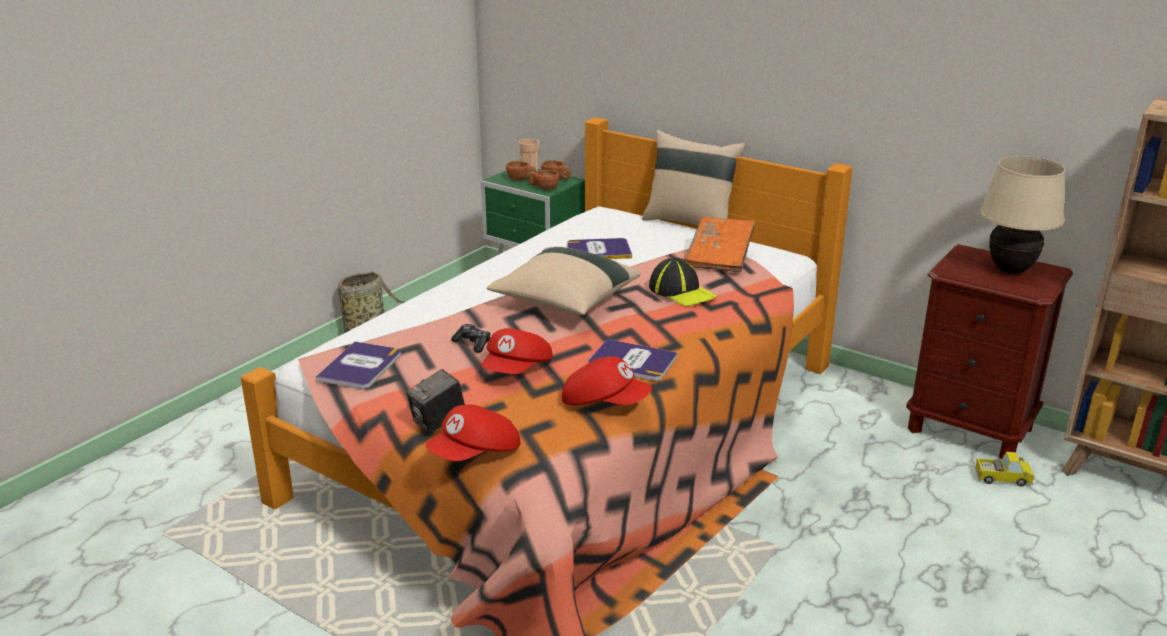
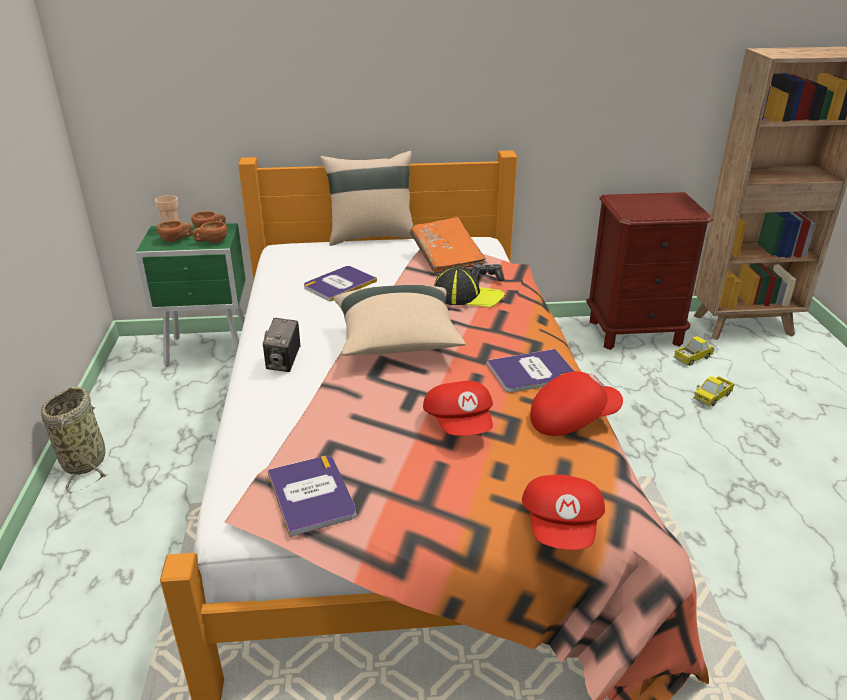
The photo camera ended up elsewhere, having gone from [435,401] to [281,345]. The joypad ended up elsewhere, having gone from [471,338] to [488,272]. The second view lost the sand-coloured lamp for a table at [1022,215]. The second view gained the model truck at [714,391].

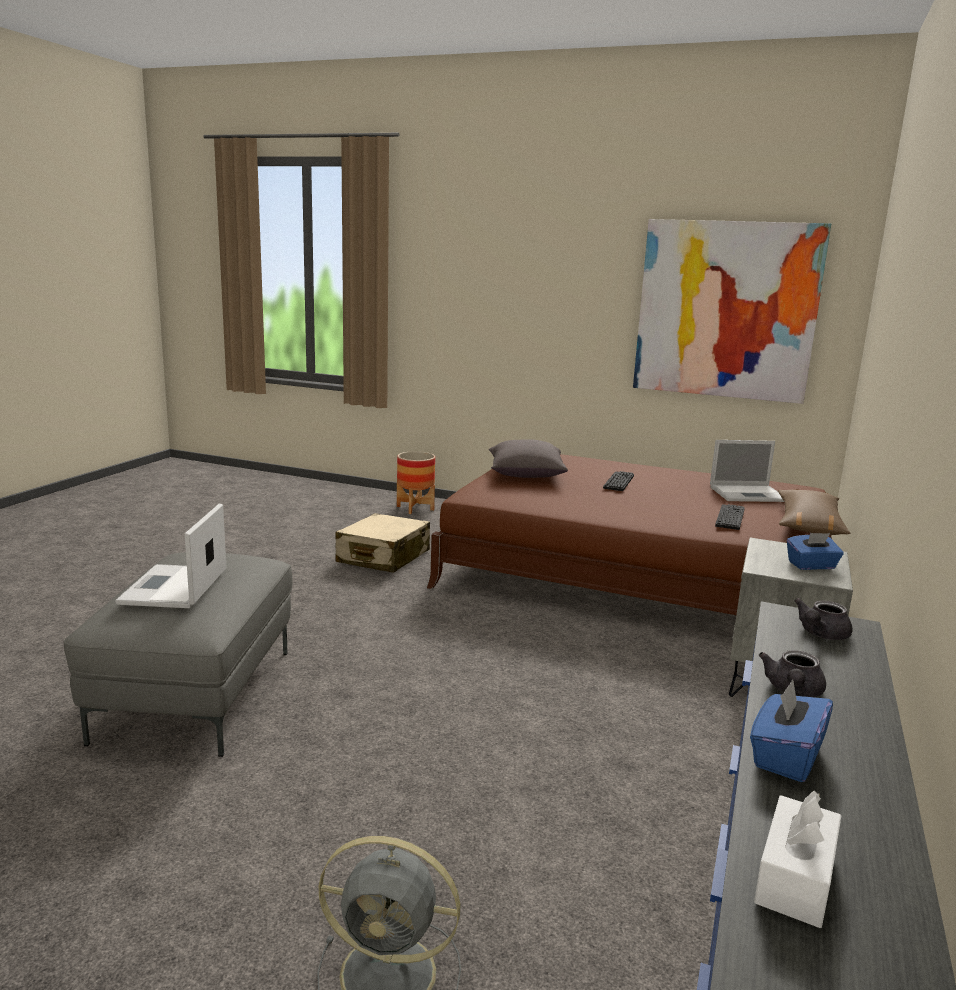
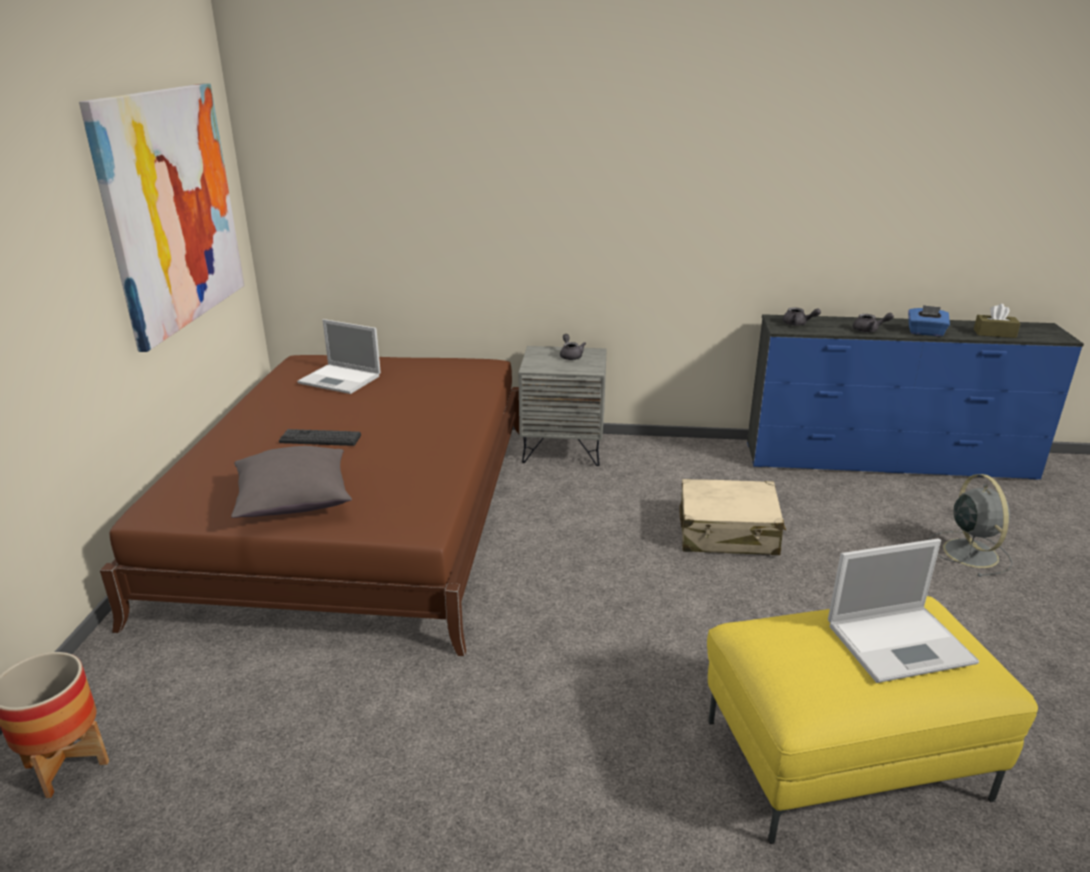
What was the greyish ottoman at [178,654] turned into the yellowish ottoman at [872,720]. The sand-coloured travel case ended up elsewhere, having gone from [382,543] to [732,517]. The laptop at [747,471] ended up facing another way, 135 degrees clockwise from before. The second view lost the computer keyboard at [730,517]. What was the white box of tissues at [797,859] turned into the brown box of tissues at [997,321]. The second view lost the brown throw pillow at [814,512]. Where the blue-coloured box of tissues stood at [815,551], the greyish tea pot came to stand at [573,347].

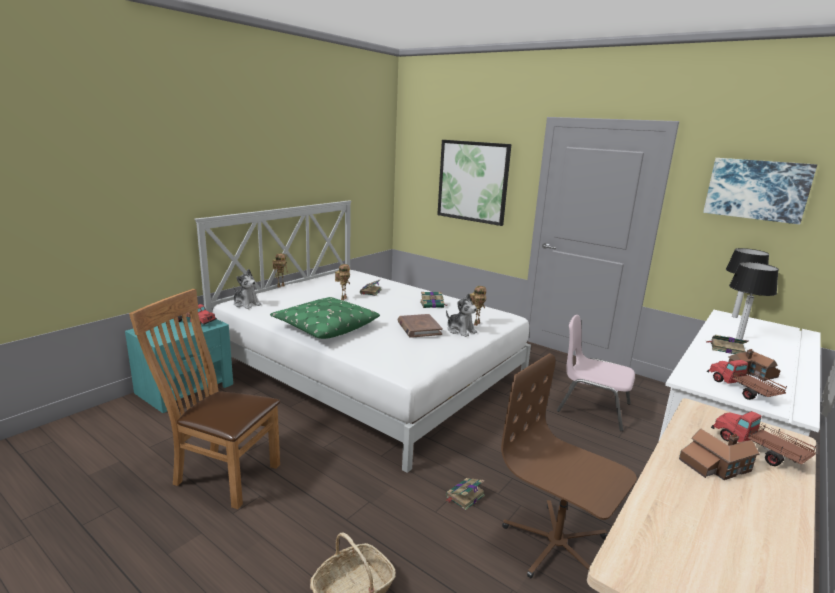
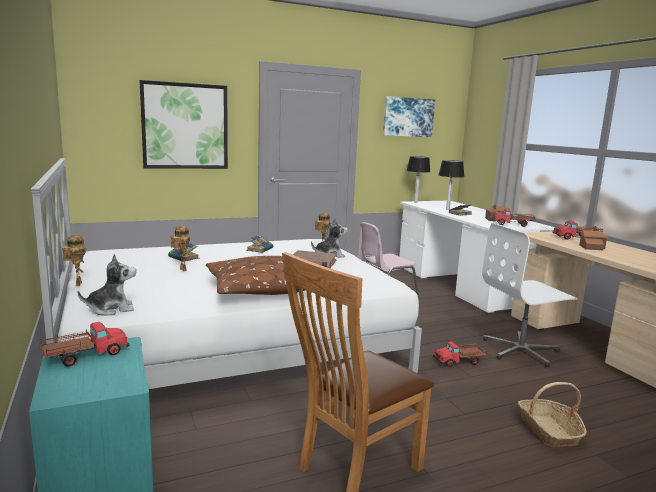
What was the green-coloured throw pillow at [325,318] turned into the brown throw pillow at [255,275]. Where the book stood at [465,494], the model truck came to stand at [460,354]. What was the brown desk chair at [569,466] turned into the white desk chair at [530,295].

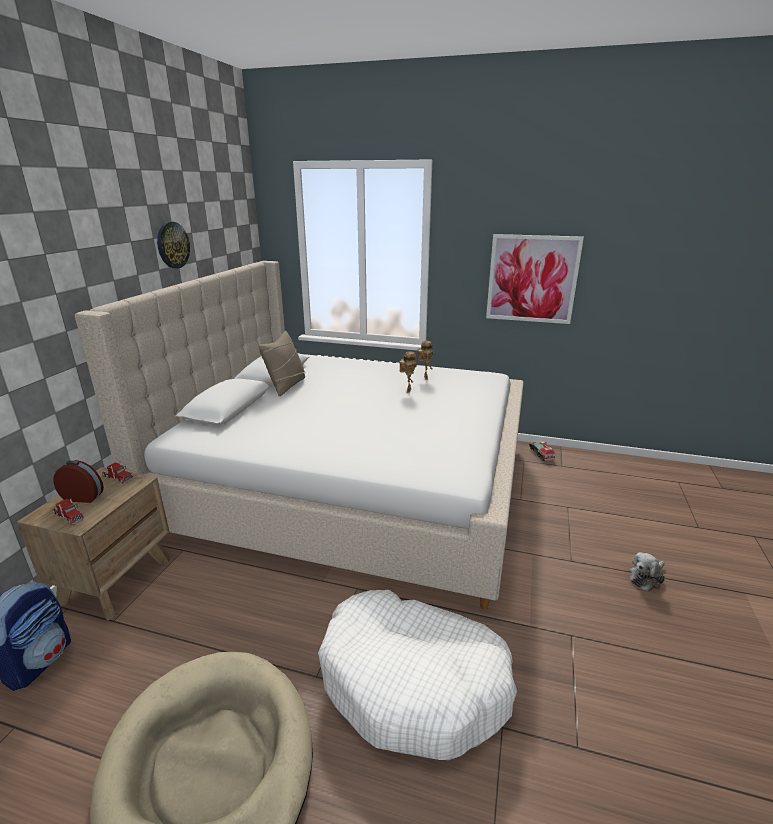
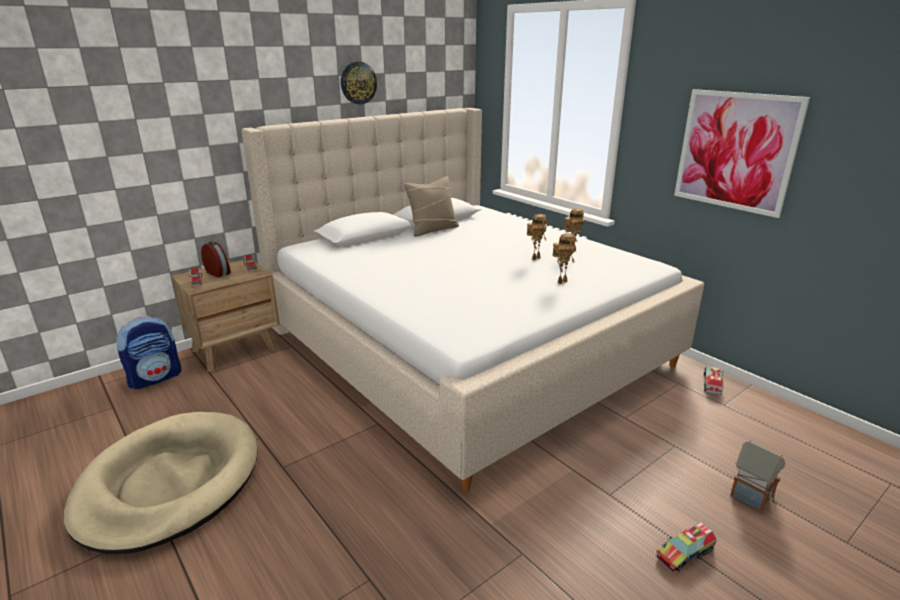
The second view lost the white dog cushion at [417,675]. Where the cuddly toy stood at [647,572], the model truck came to stand at [686,547]. The second view gained the model robot at [563,258]. The second view gained the miniature house at [758,477].

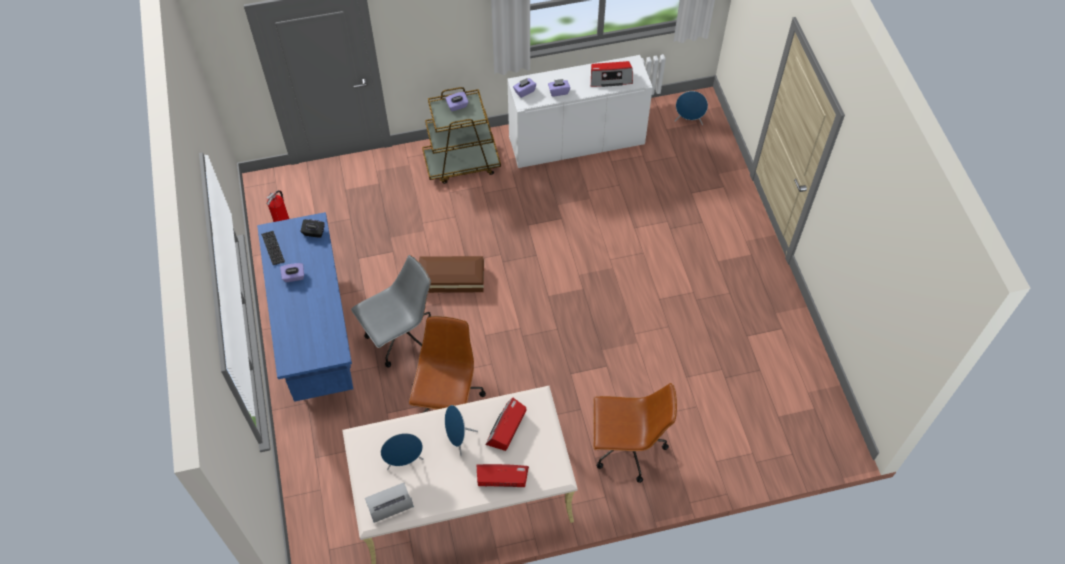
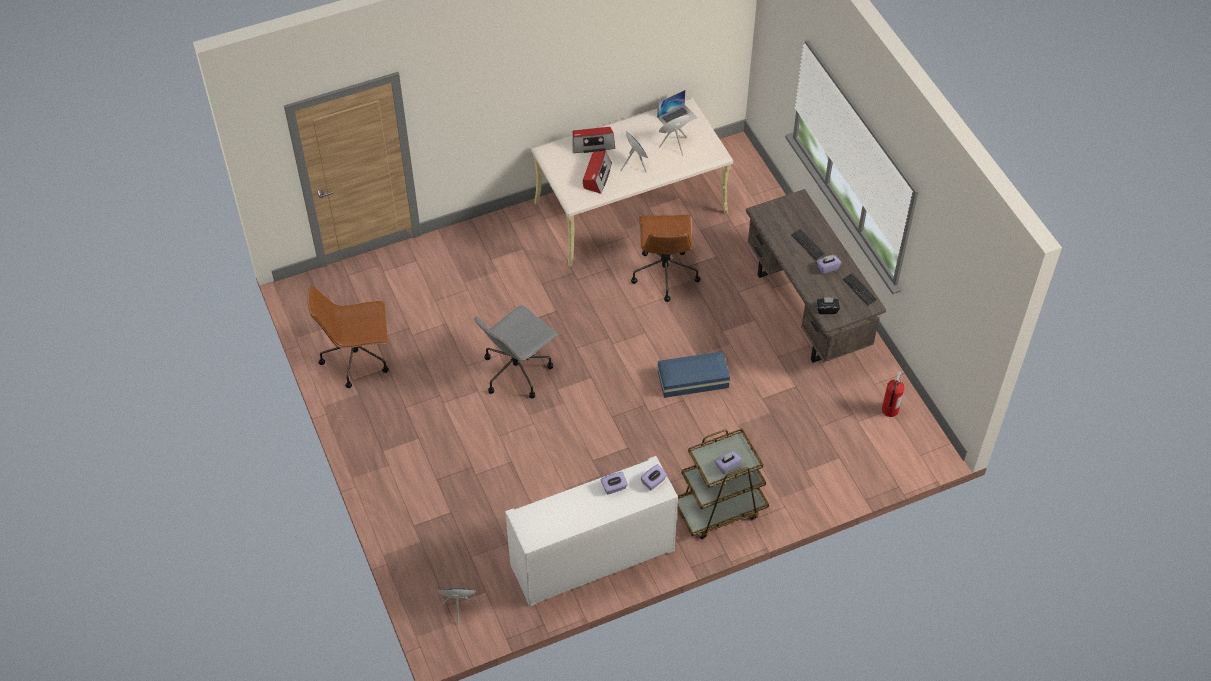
What was the blue-coloured desk at [305,307] turned into the brown desk at [816,276]. The greyish desk chair ended up elsewhere, having gone from [391,311] to [516,352]. What was the brown storage bin at [451,274] turned into the blue-coloured storage bin at [693,374]. The second view lost the radio at [612,74]. The brown desk chair ended up elsewhere, having gone from [635,433] to [348,336]. The second view gained the computer keyboard at [808,244].

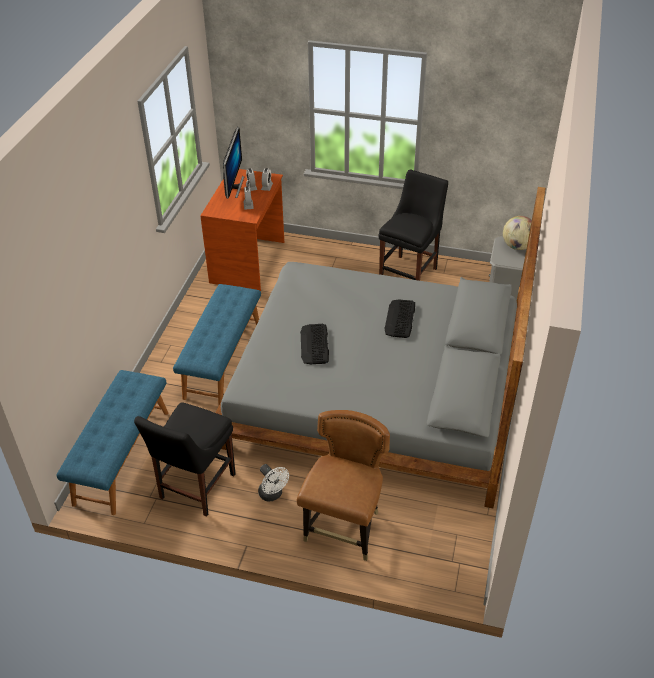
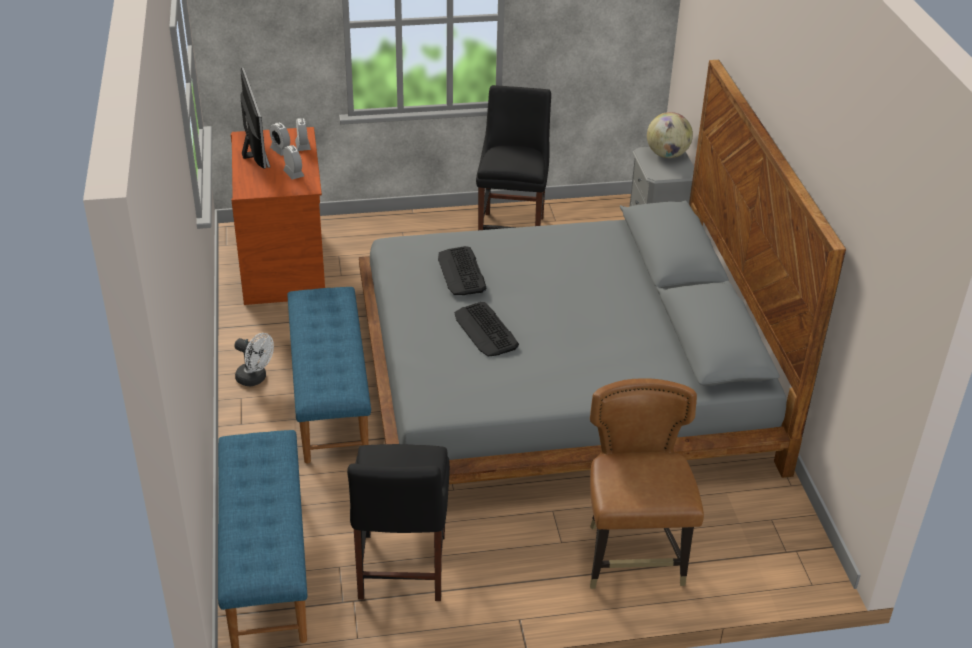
The white fan ended up elsewhere, having gone from [273,482] to [254,359]. The computer keyboard ended up elsewhere, having gone from [399,318] to [462,270].

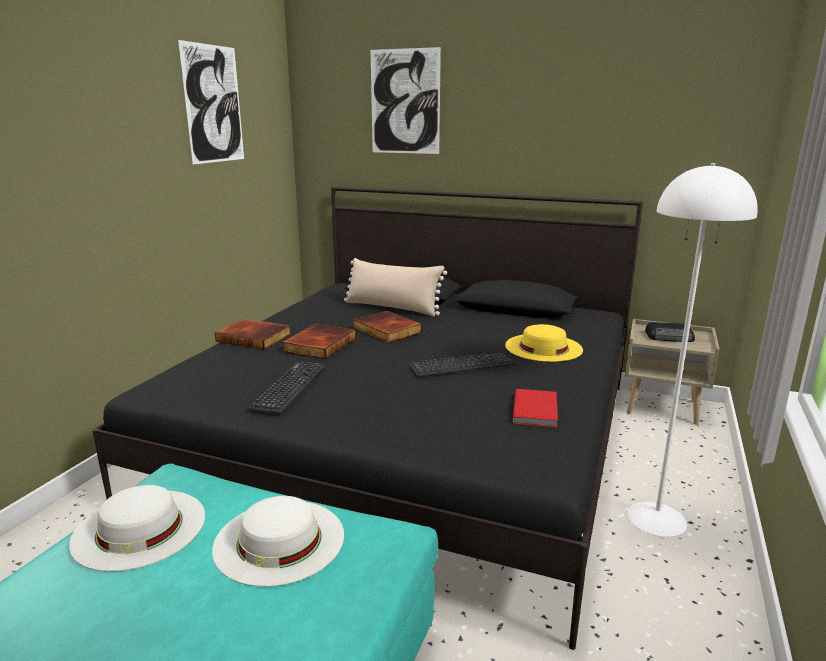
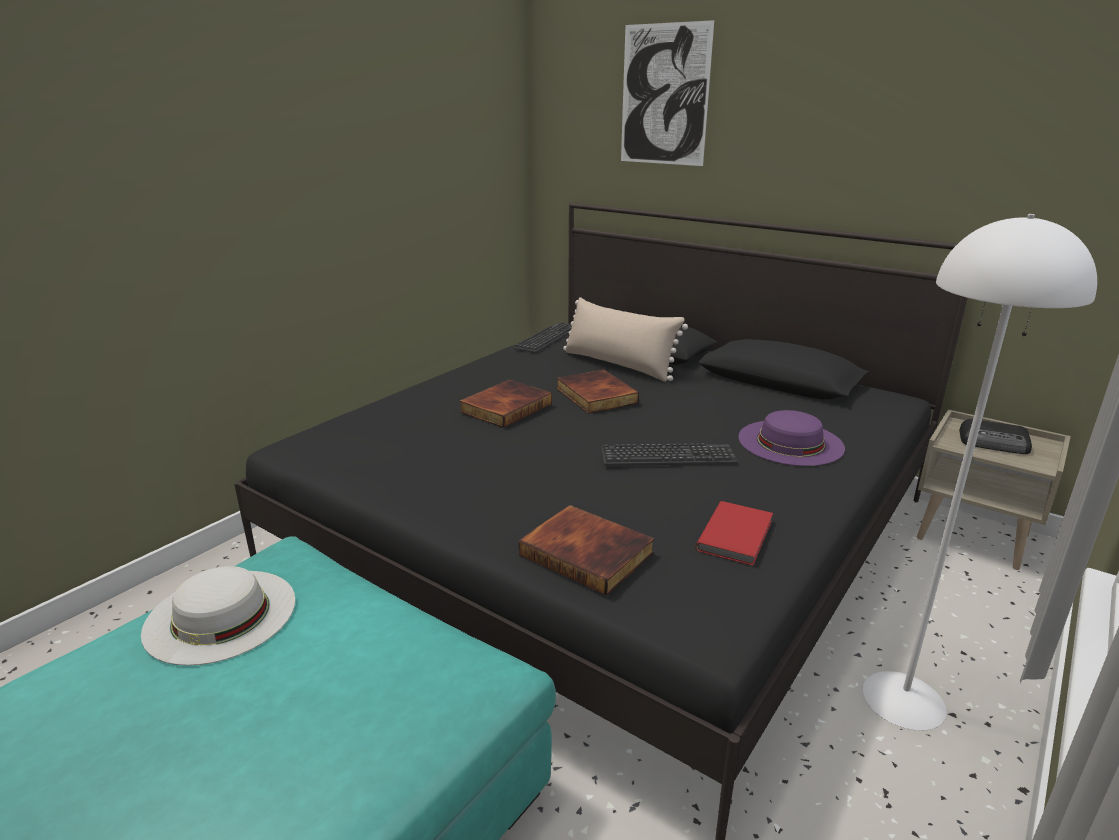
The second view lost the picture at [211,102]. The second view lost the white hat at [278,541]. The book ended up elsewhere, having gone from [252,334] to [586,550]. The computer keyboard ended up elsewhere, having gone from [286,387] to [542,337]. What was the yellowish hat at [544,343] turned into the purplish hat at [791,438].

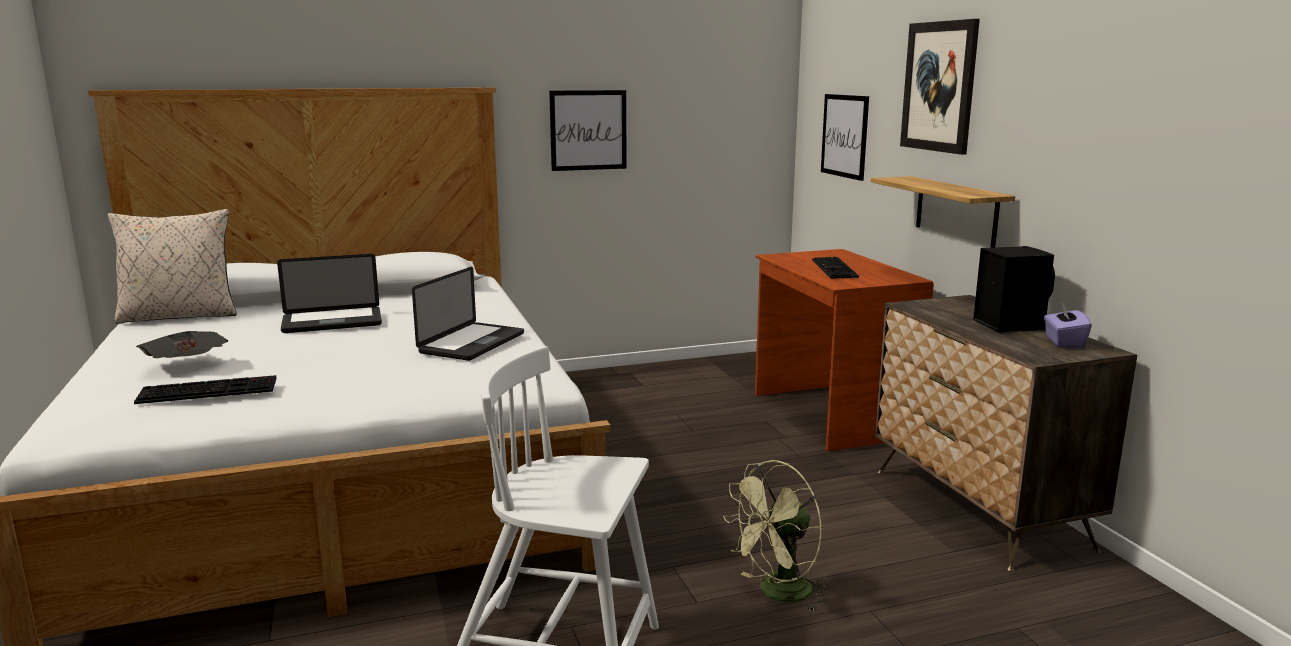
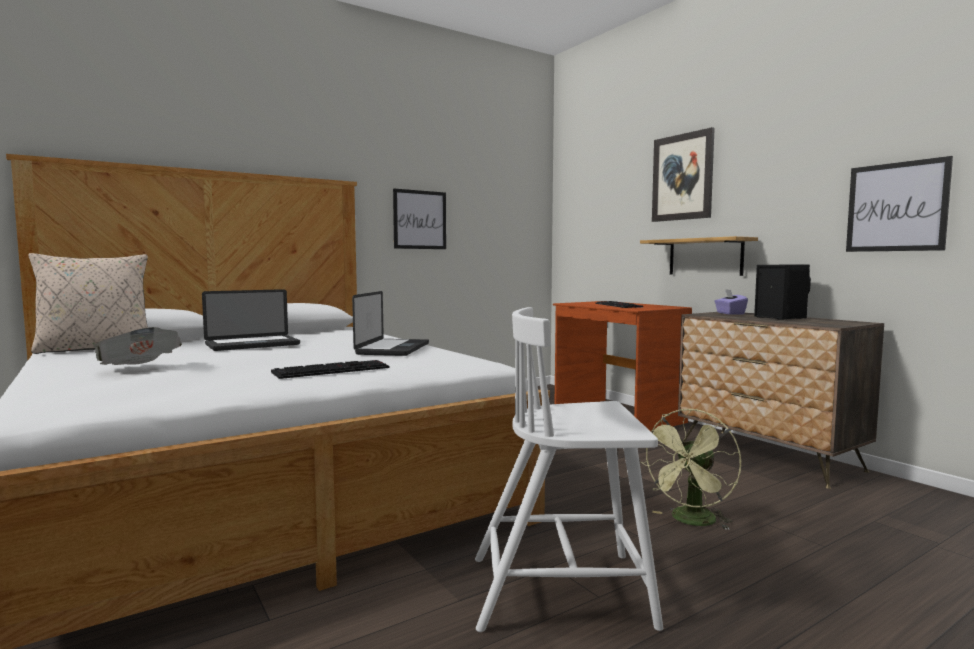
The computer keyboard ended up elsewhere, having gone from [205,389] to [330,369]. The picture ended up elsewhere, having gone from [845,137] to [899,204]. The purplish box of tissues ended up elsewhere, having gone from [1068,326] to [731,302].

